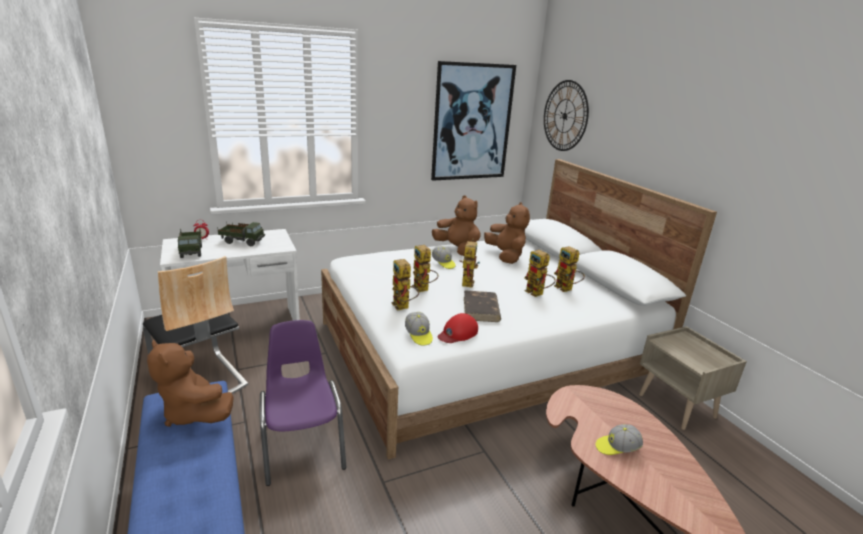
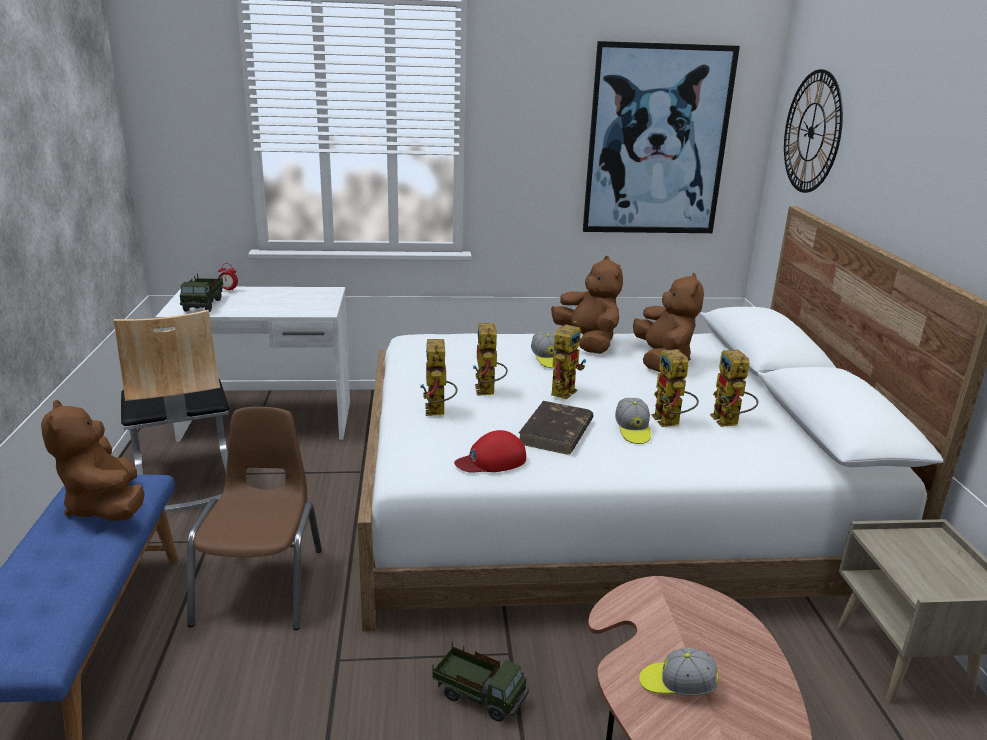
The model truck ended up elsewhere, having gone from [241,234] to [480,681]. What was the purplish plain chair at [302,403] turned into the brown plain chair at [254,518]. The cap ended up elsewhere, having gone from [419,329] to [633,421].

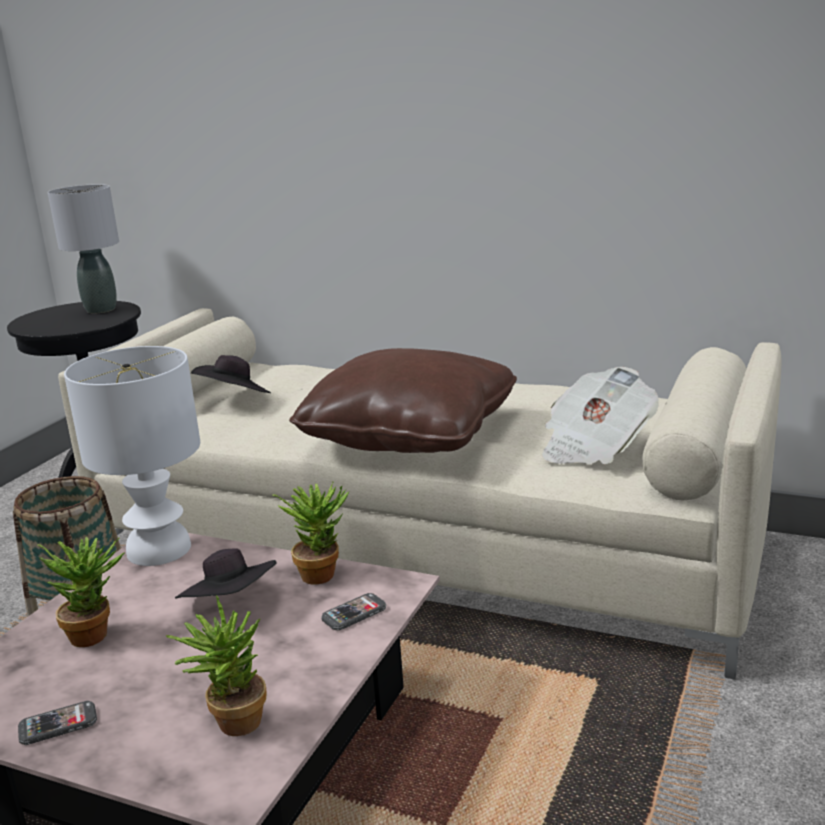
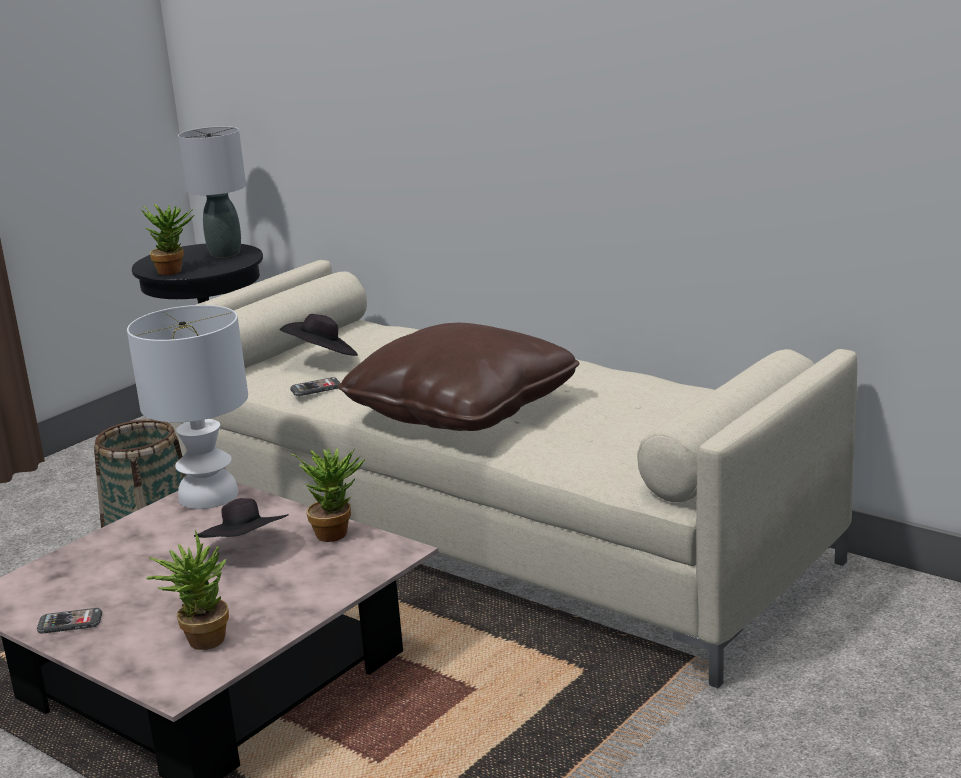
The houseplant ended up elsewhere, having gone from [81,592] to [167,239]. The telephone ended up elsewhere, having gone from [353,611] to [315,386]. The second view lost the daily paper at [600,415].

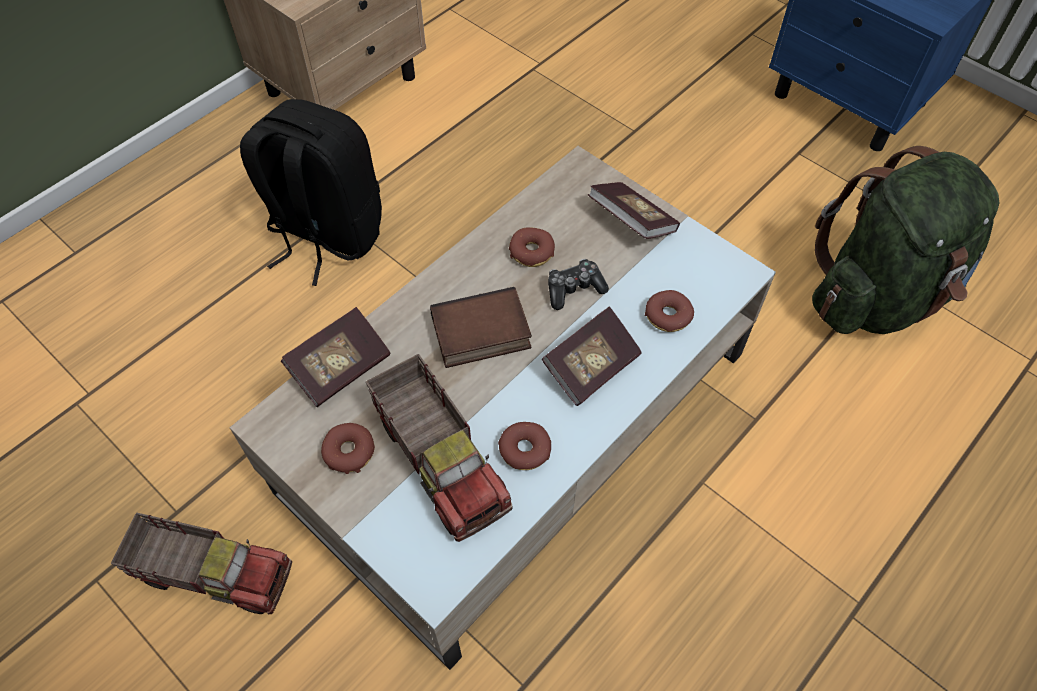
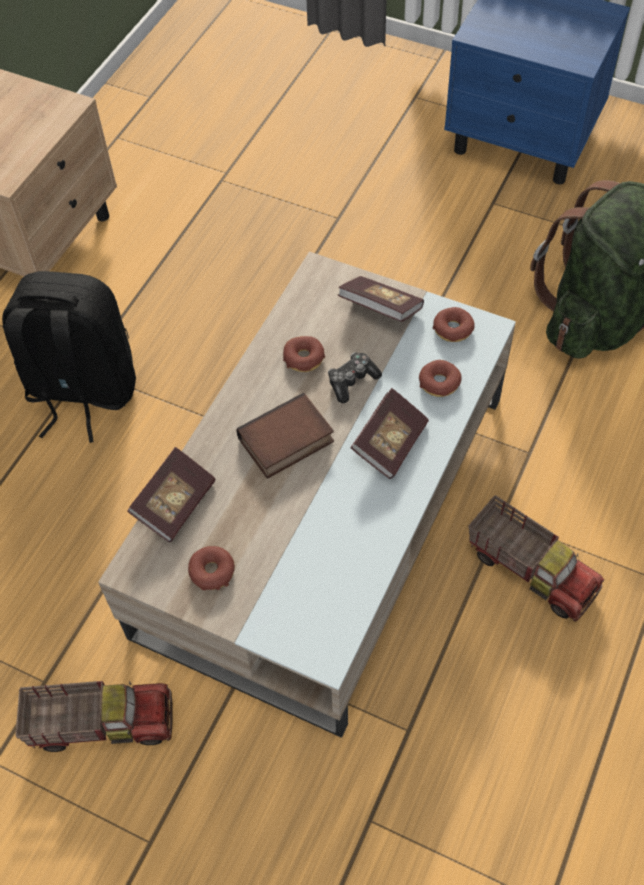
The model truck ended up elsewhere, having gone from [439,448] to [536,558]. The doughnut ended up elsewhere, having gone from [524,446] to [454,324].

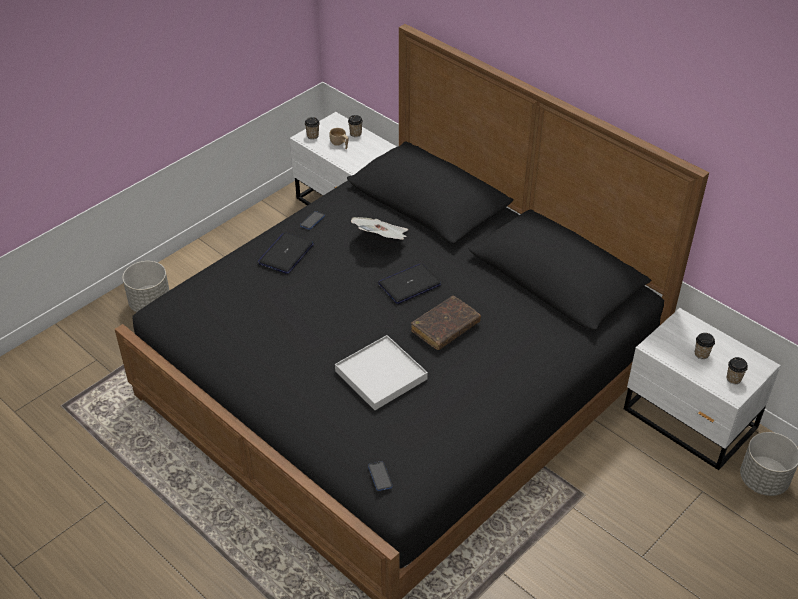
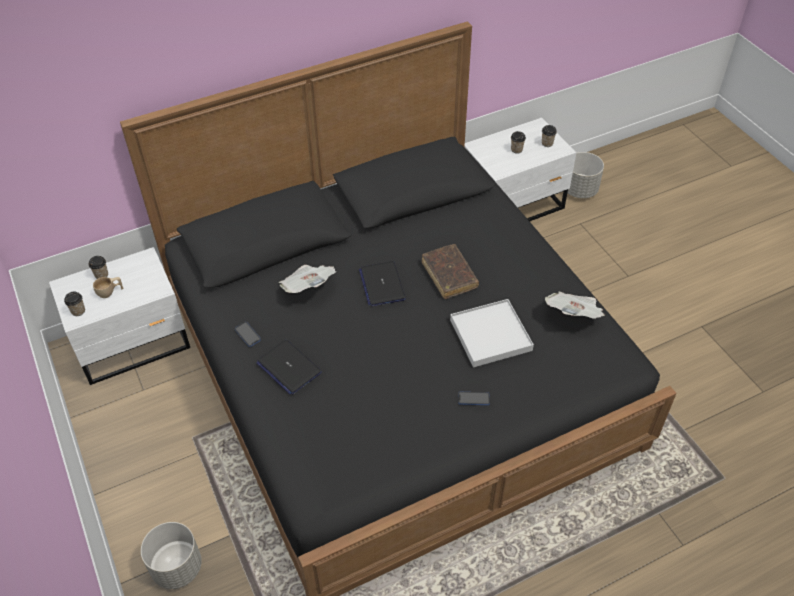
The telephone ended up elsewhere, having gone from [380,476] to [474,398]. The second view gained the daily paper at [575,305].

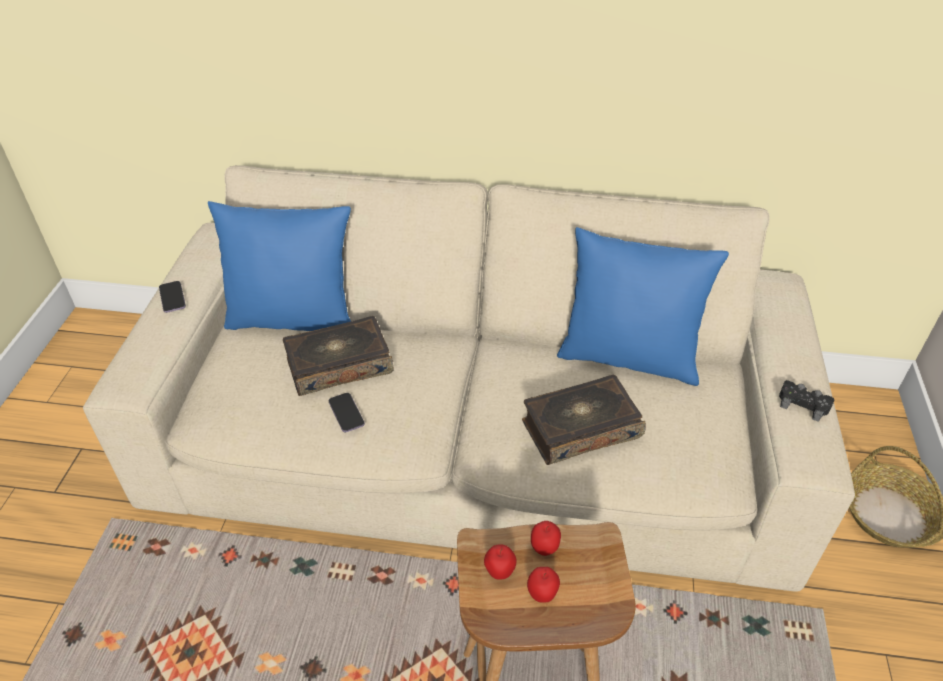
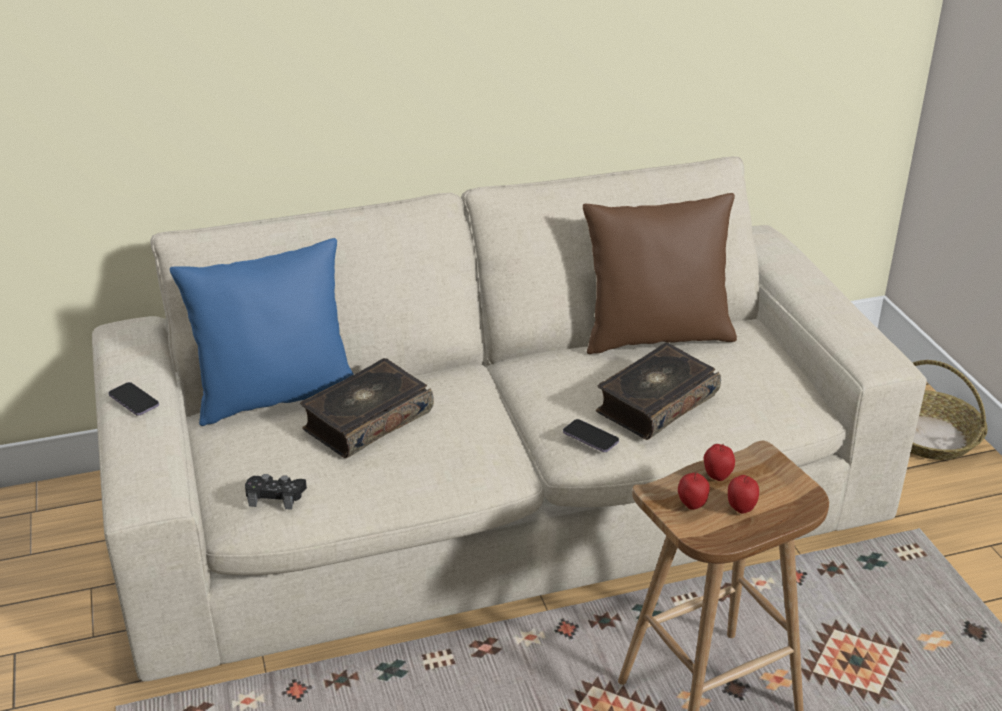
The telephone ended up elsewhere, having gone from [347,412] to [591,435]. What was the blue-coloured throw pillow at [643,306] turned into the brown throw pillow at [660,273]. The black joypad ended up elsewhere, having gone from [806,401] to [276,492].

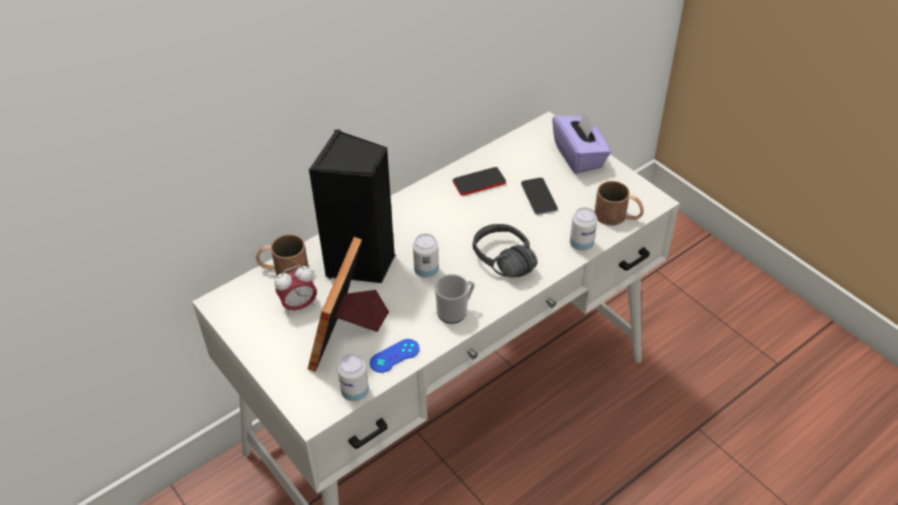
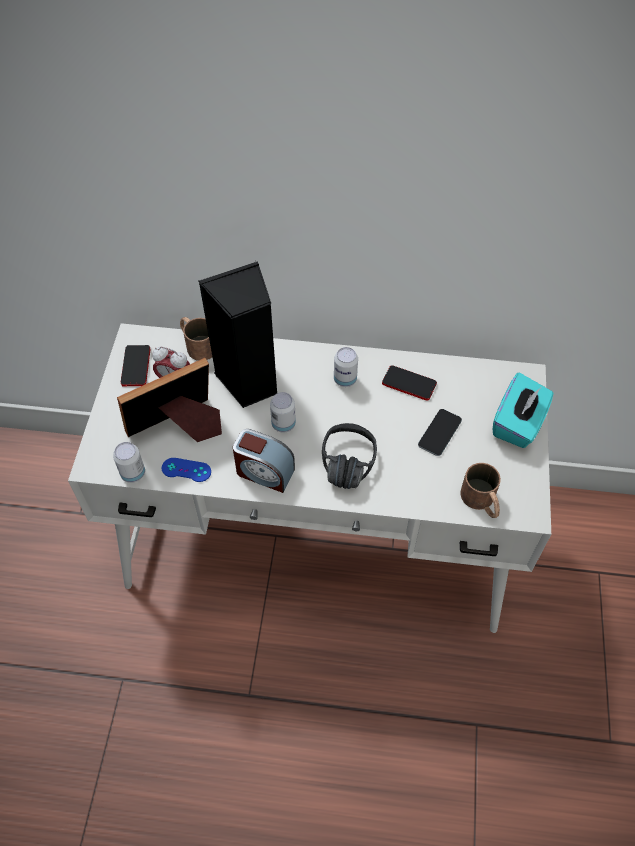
Where the tea mug stood at [454,299], the bedside clock came to stand at [264,461]. What was the purplish box of tissues at [581,142] turned into the turquoise box of tissues at [523,410]. The metal can ended up elsewhere, having gone from [583,229] to [346,367]. The second view gained the telephone at [135,365].

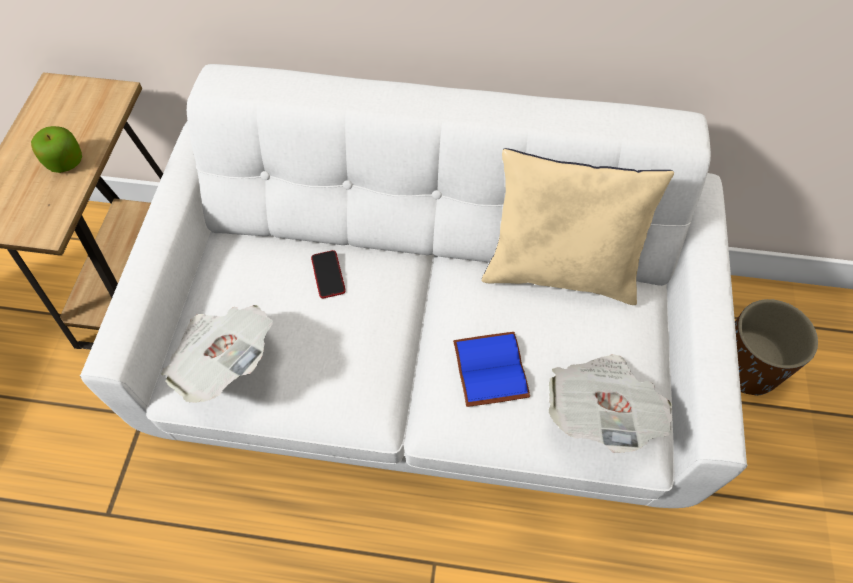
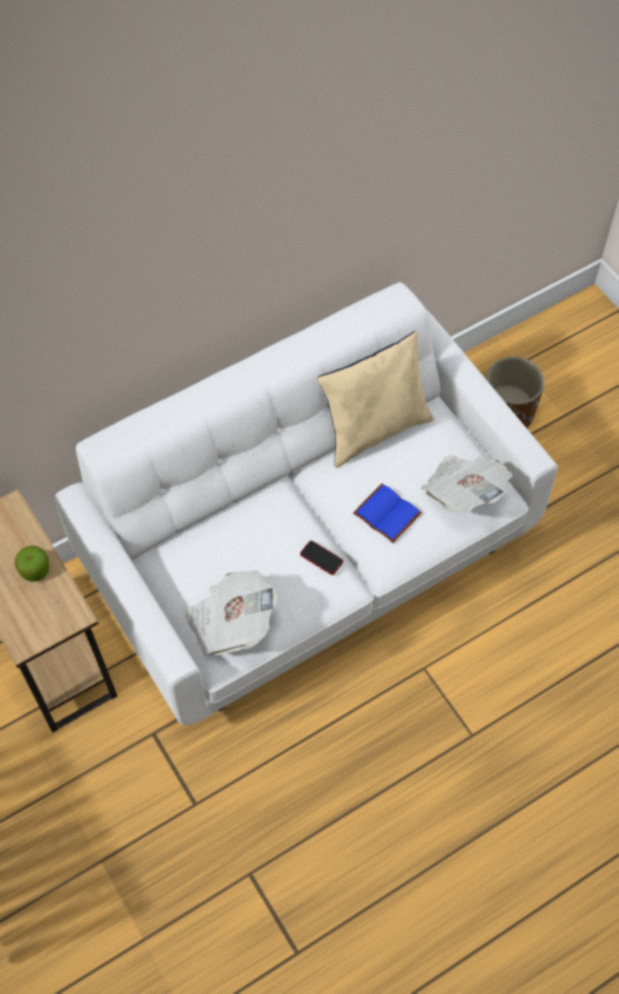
The telephone ended up elsewhere, having gone from [328,274] to [322,558].

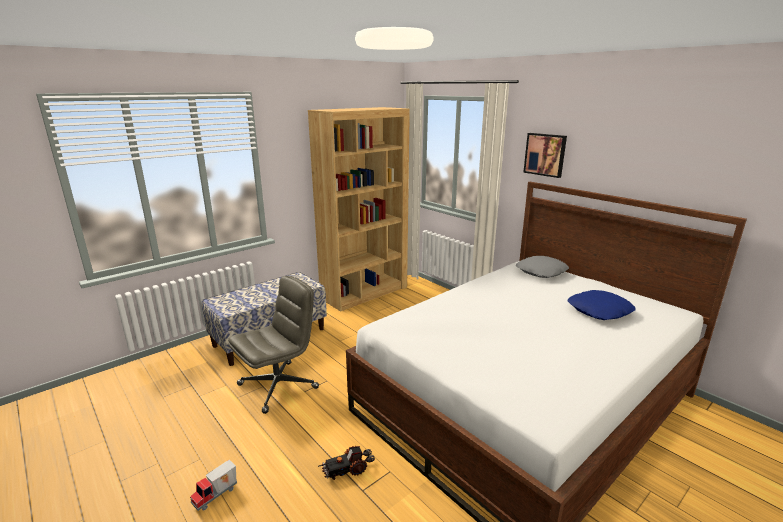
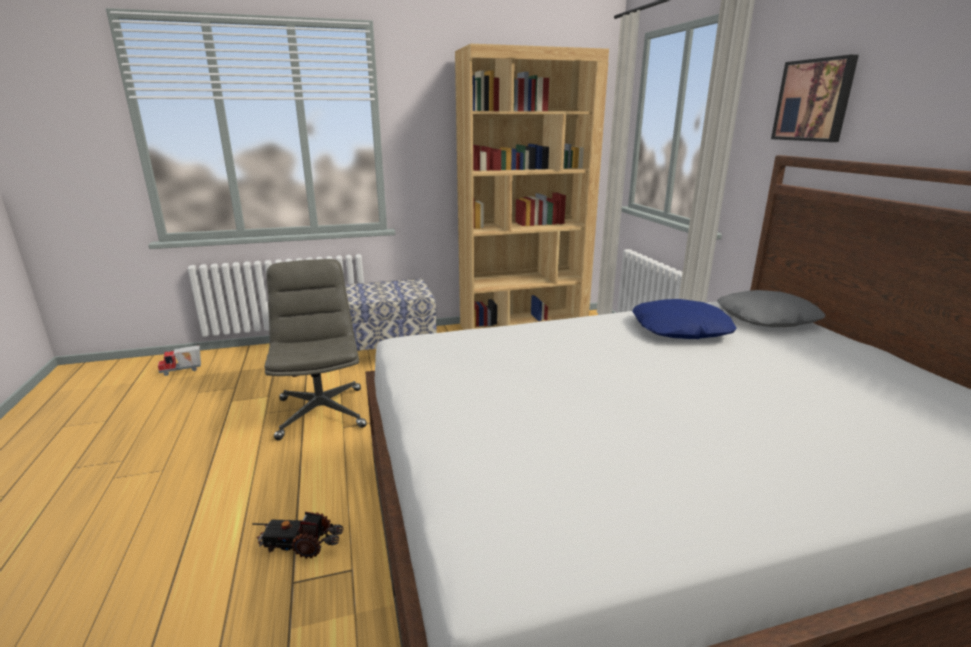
The model truck ended up elsewhere, having gone from [213,485] to [179,360]. The greyish desk chair at [273,345] ended up facing another way, 90 degrees counterclockwise from before. The blue-coloured throw pillow ended up elsewhere, having gone from [602,305] to [684,319].

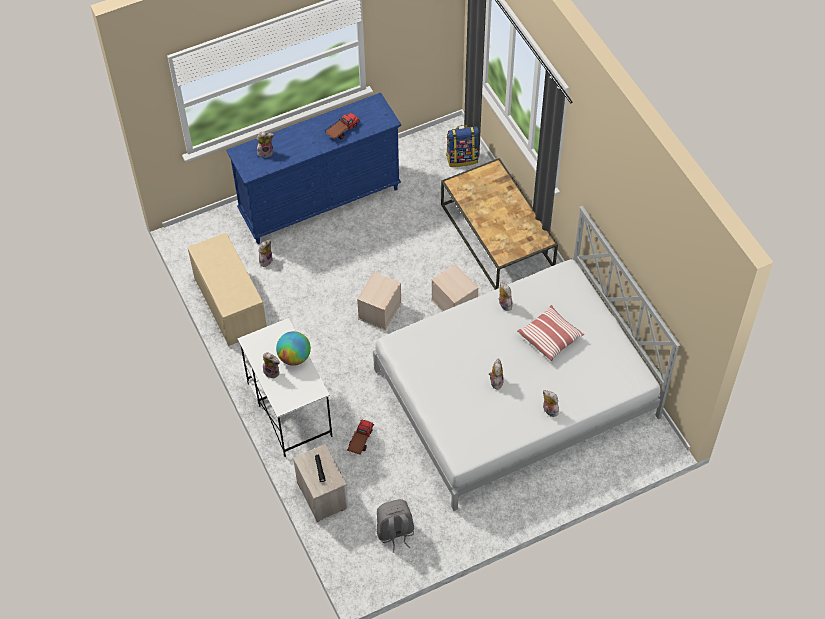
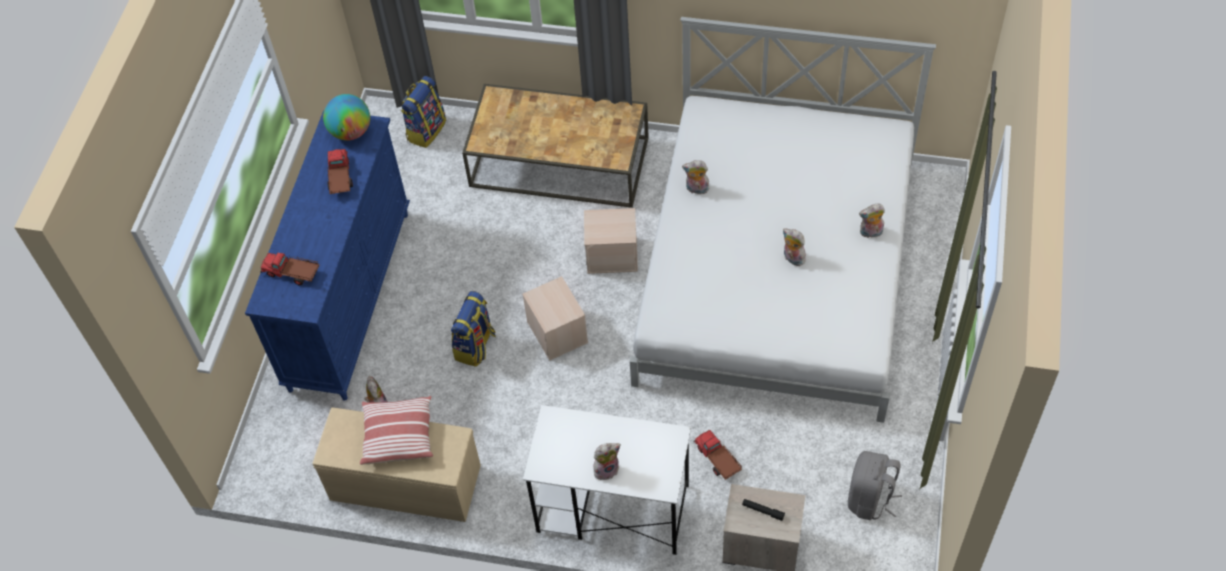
Where the cuddly toy stood at [265,144], the model truck came to stand at [290,269]. The desk globe ended up elsewhere, having gone from [293,348] to [346,117]. The throw pillow ended up elsewhere, having gone from [550,333] to [396,430]. The second view gained the knapsack at [473,329].

